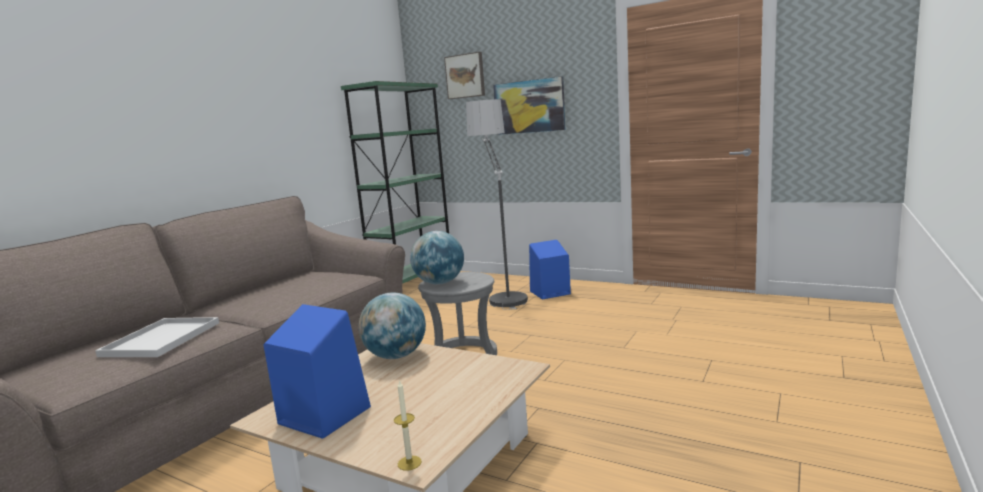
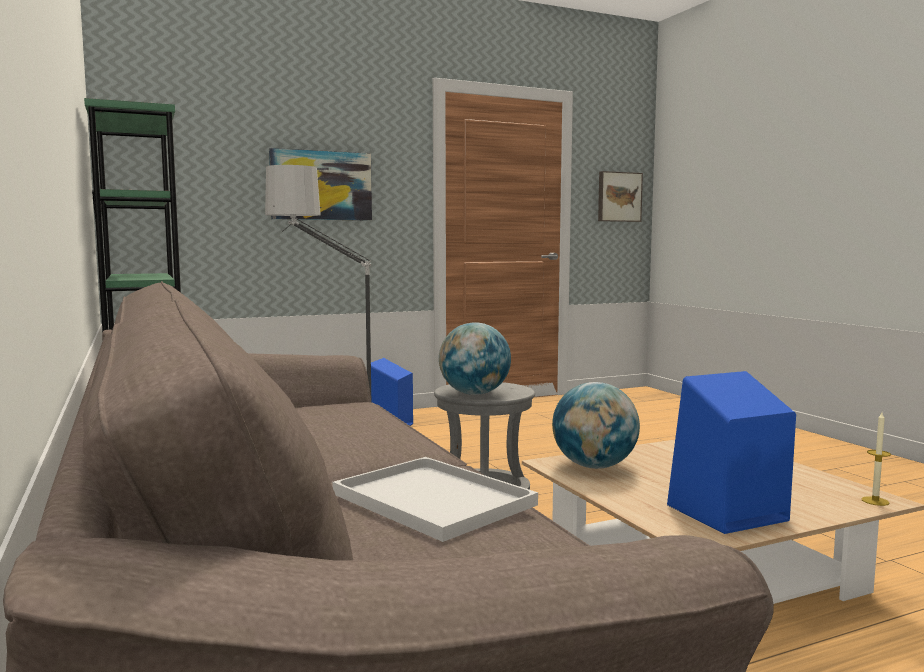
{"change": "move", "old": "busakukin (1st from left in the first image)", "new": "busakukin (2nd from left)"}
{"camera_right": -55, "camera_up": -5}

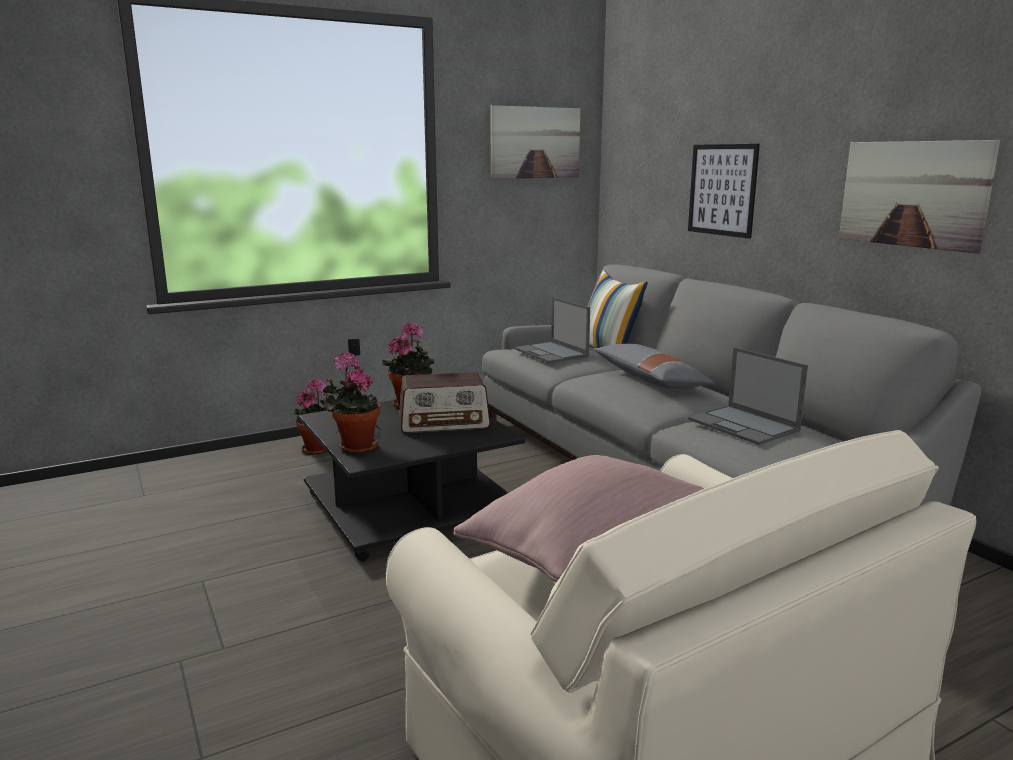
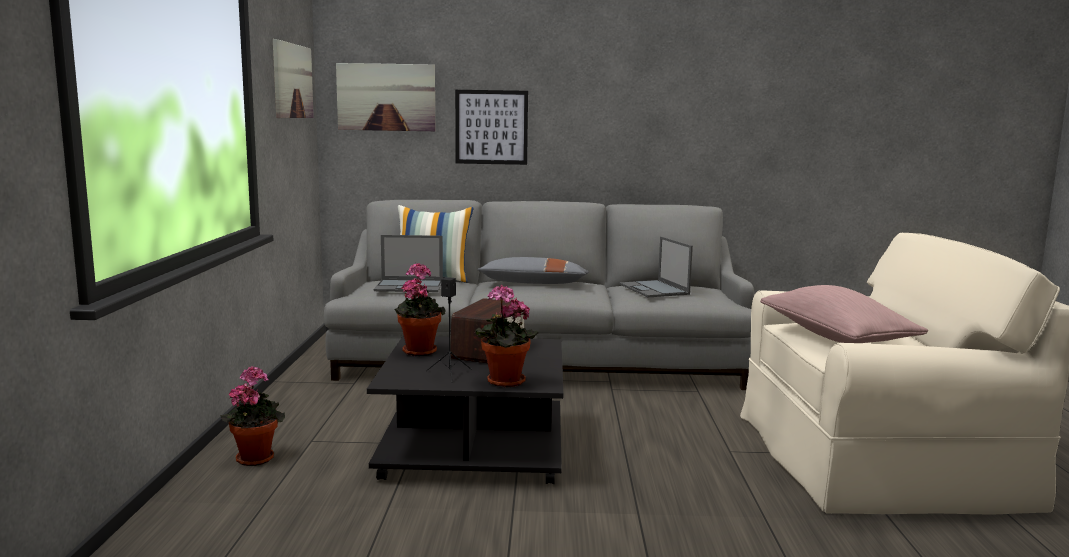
{"change": "rotate", "old": "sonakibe (2nd from left)", "degrees": 75}
{"change": "move", "old": "busakukin (3rd from left in the first image)", "new": "busakukin (2nd from left)"}
{"camera_right": -60, "camera_up": -5}

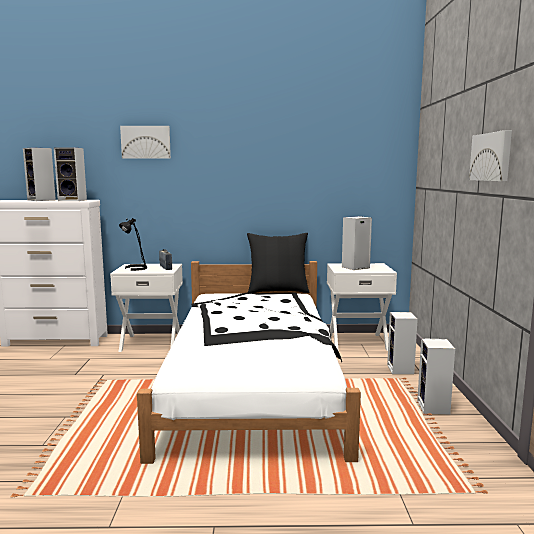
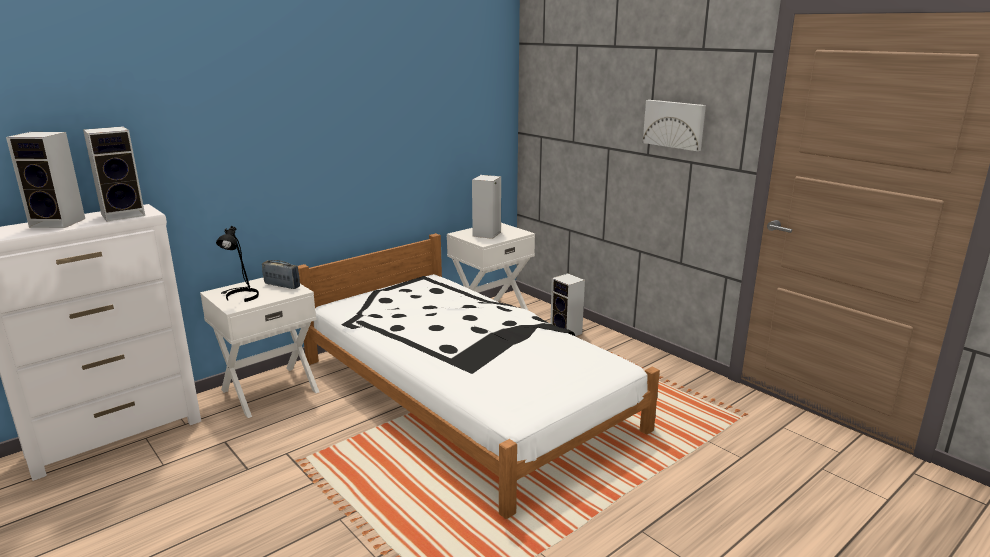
{"change": "delete", "old": "busakukin (1st from left)"}
{"change": "delete", "old": "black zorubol"}
{"change": "delete", "old": "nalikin (5th from left)"}
{"camera_right": -40, "camera_up": 10}

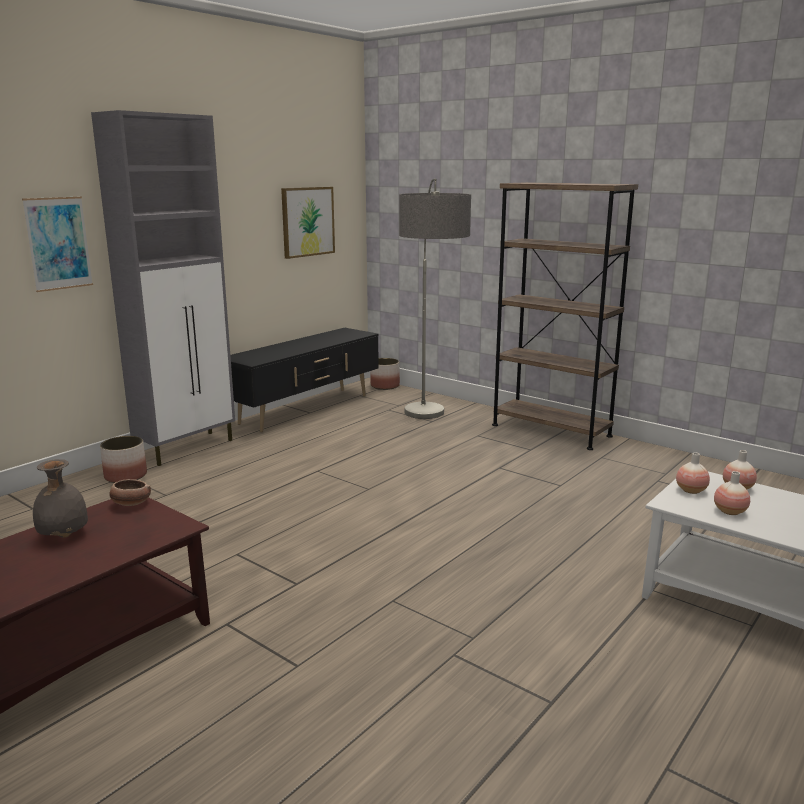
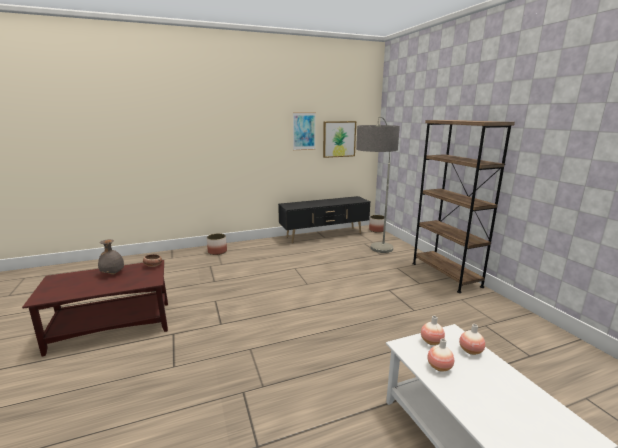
{"change": "move", "old": "busakukin (1st from left)"}
{"change": "delete", "old": "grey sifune"}
{"camera_right": 30, "camera_up": 0}

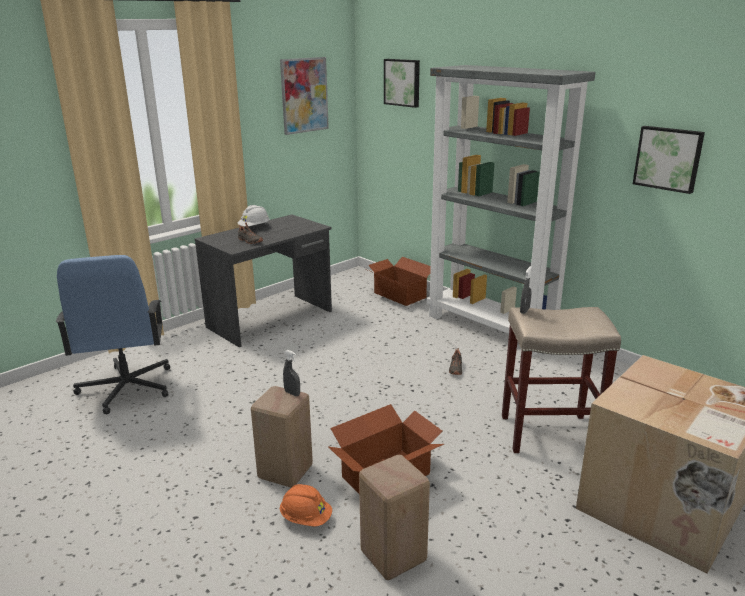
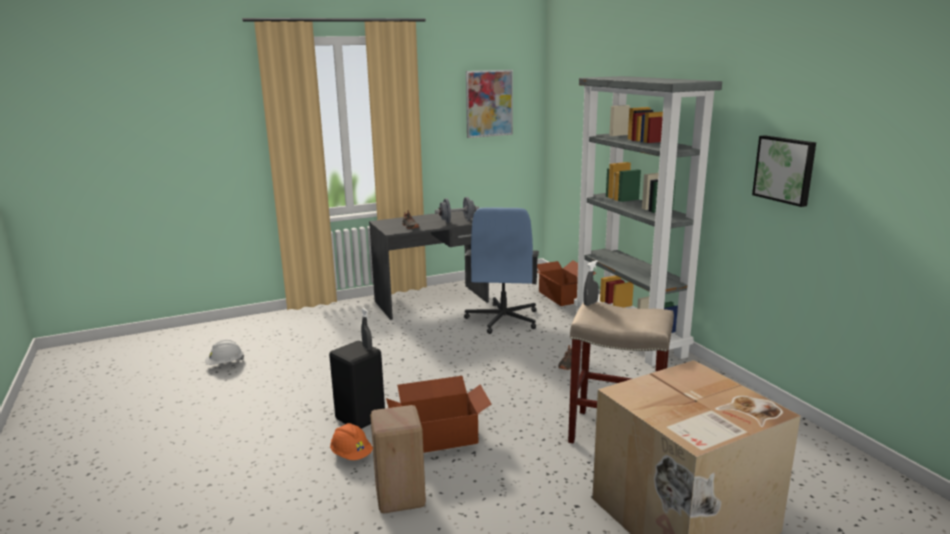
{"change": "move", "old": "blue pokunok"}
{"change": "move", "old": "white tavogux"}
{"change": "recolor", "old": "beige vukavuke (1st from left)", "new": "black vukavuke"}
{"change": "delete", "old": "busakukin (2nd from left)"}
{"change": "insert", "new": "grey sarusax"}
{"camera_right": 20, "camera_up": -5}

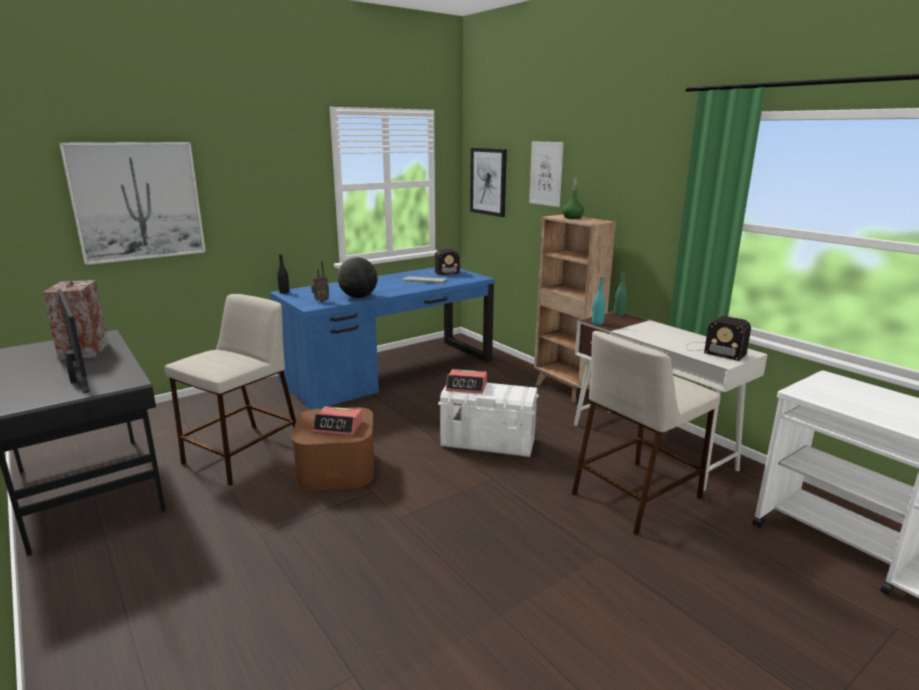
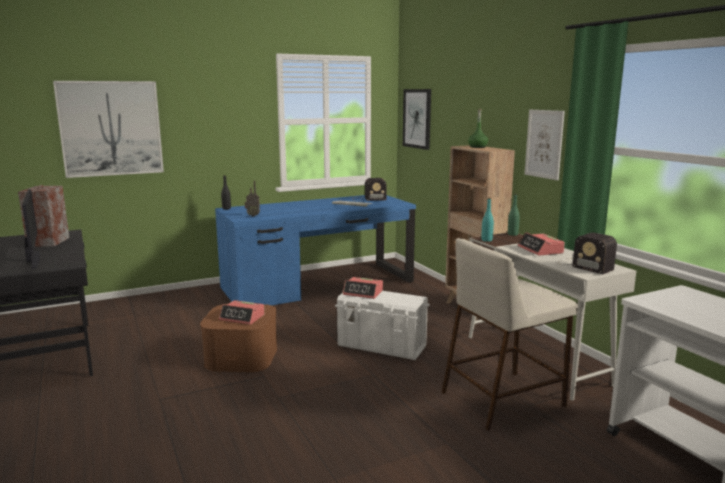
{"change": "delete", "old": "beige vukavuke (1st from left)"}
{"change": "delete", "old": "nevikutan"}
{"change": "move", "old": "busakukin (3rd from left)"}
{"change": "insert", "new": "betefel (3rd from left)"}
{"camera_right": 10, "camera_up": -5}

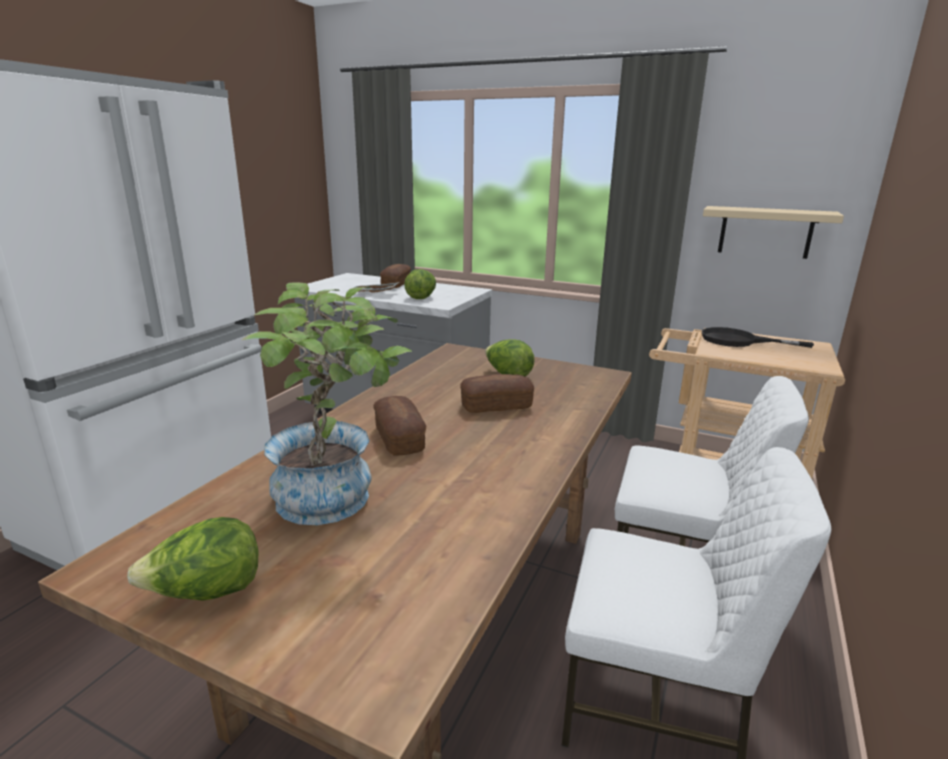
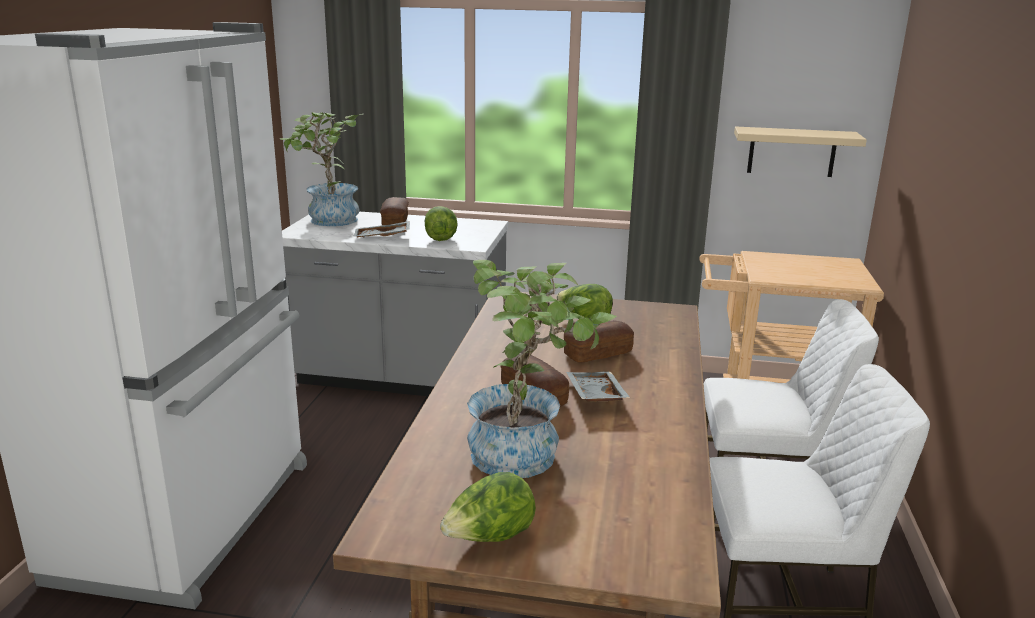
{"change": "delete", "old": "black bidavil"}
{"change": "insert", "new": "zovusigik (1st from left)"}
{"change": "insert", "new": "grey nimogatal (2nd from left)"}
{"camera_right": -15, "camera_up": 0}

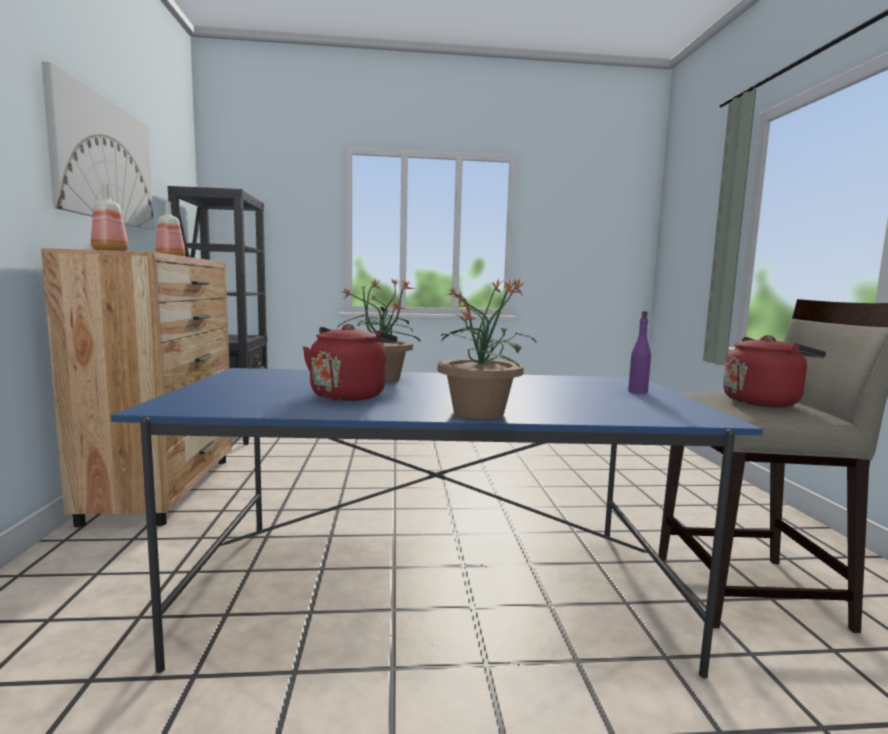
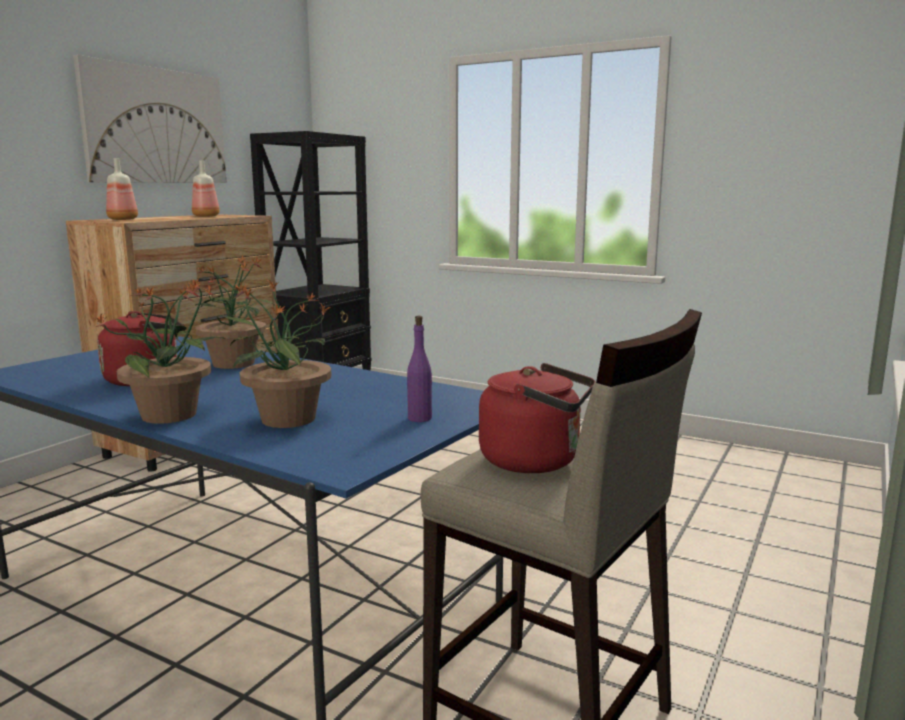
{"change": "insert", "new": "zovusigik (3rd from left)"}
{"camera_right": 35, "camera_up": 5}

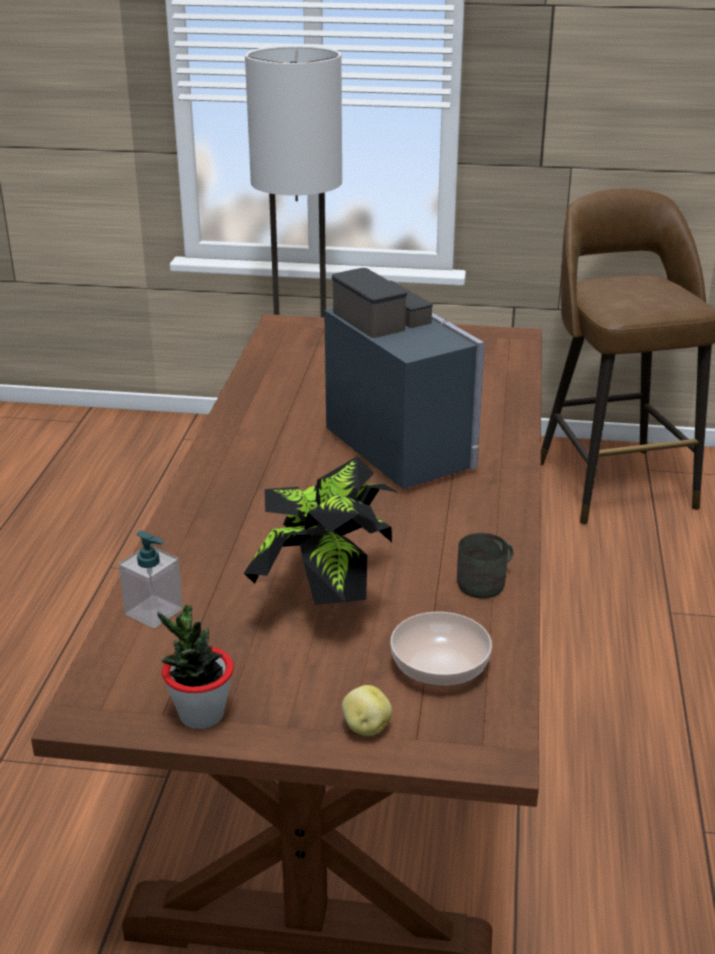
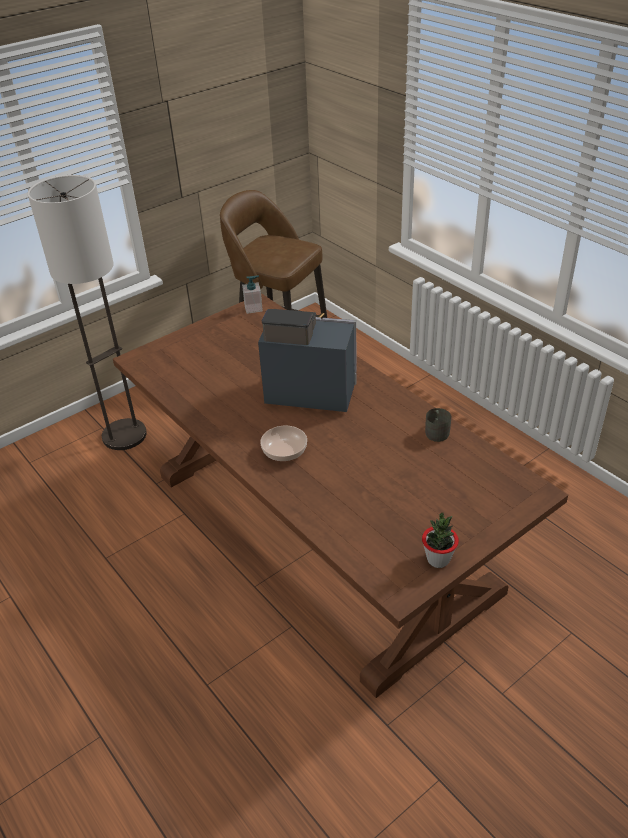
{"change": "move", "old": "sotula"}
{"change": "delete", "old": "zovusigik (2nd from left)"}
{"change": "delete", "old": "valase"}
{"change": "move", "old": "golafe"}
{"camera_right": -45, "camera_up": 10}

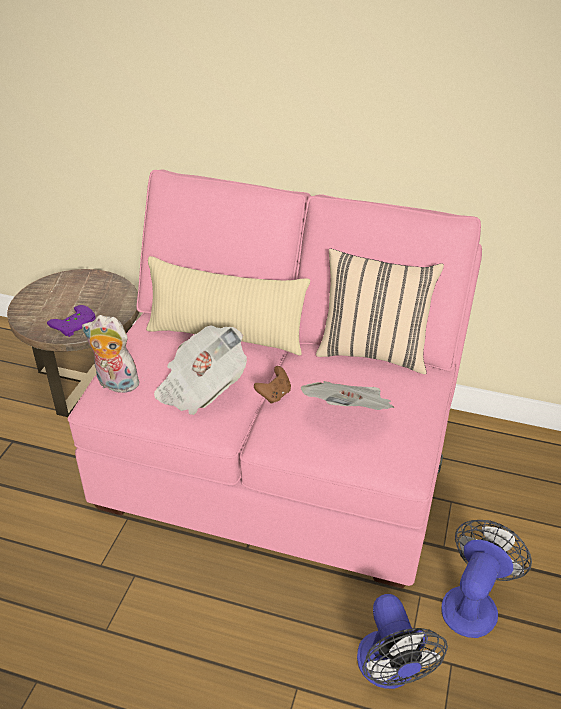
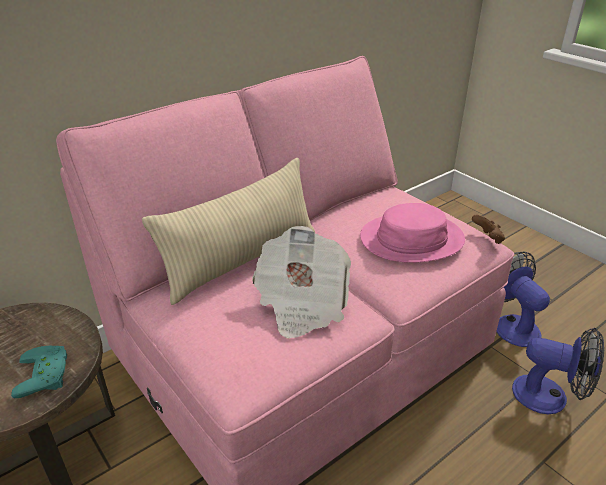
{"change": "recolor", "old": "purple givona", "new": "turquoise givona"}
{"change": "delete", "old": "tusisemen"}
{"change": "move", "old": "brown givona"}
{"change": "replace", "old": "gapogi (2nd from left)", "new": "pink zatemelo"}
{"change": "delete", "old": "beige zorubol (2nd from left)"}
{"camera_right": -55, "camera_up": -5}

